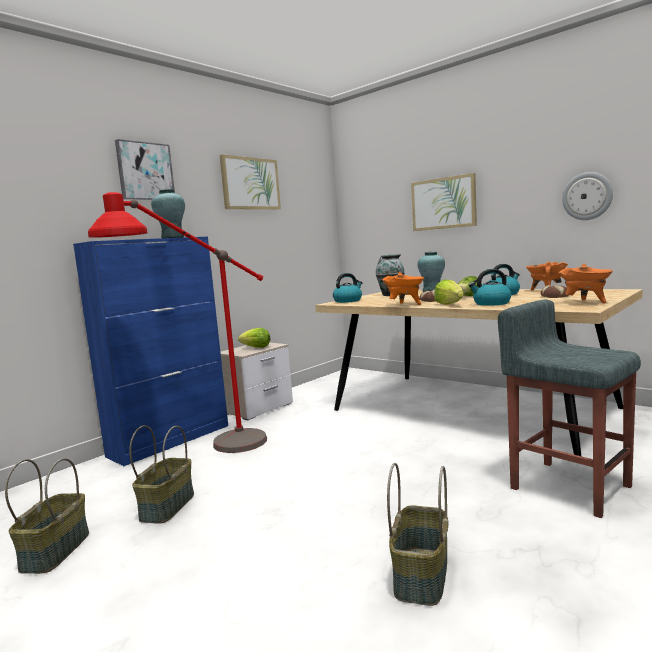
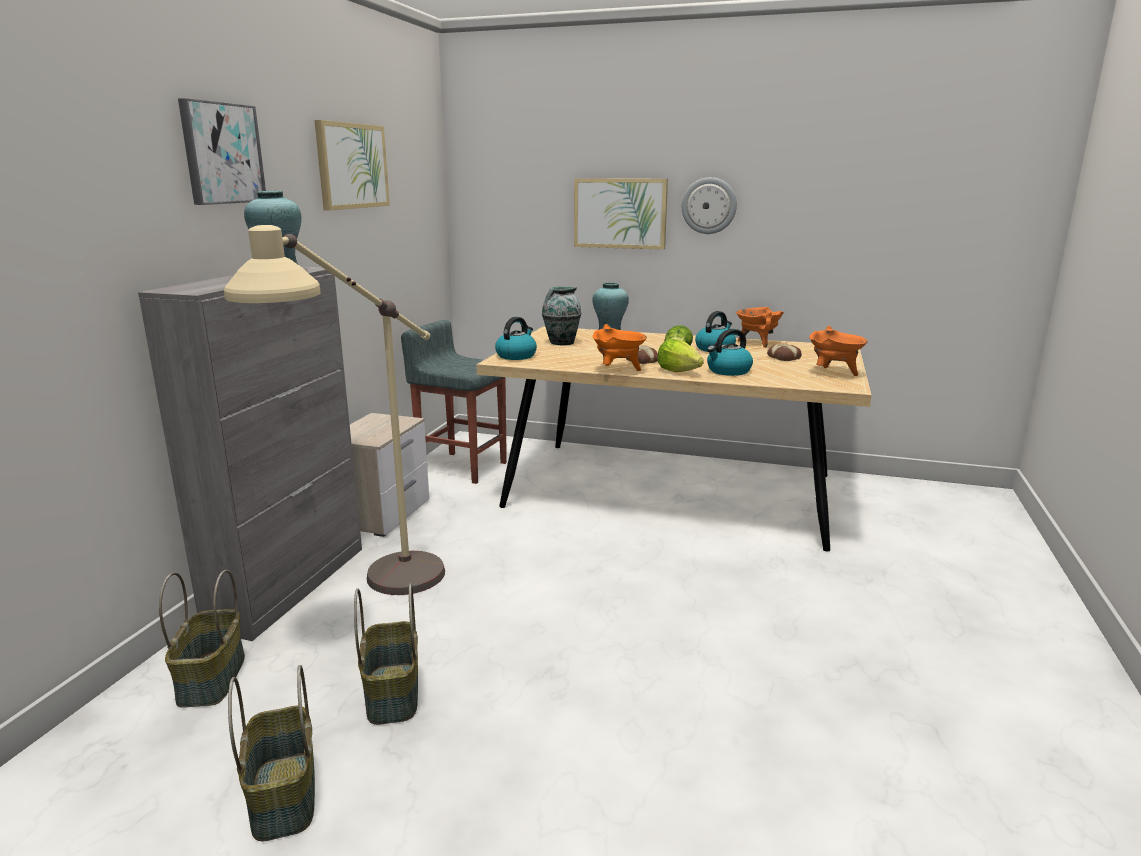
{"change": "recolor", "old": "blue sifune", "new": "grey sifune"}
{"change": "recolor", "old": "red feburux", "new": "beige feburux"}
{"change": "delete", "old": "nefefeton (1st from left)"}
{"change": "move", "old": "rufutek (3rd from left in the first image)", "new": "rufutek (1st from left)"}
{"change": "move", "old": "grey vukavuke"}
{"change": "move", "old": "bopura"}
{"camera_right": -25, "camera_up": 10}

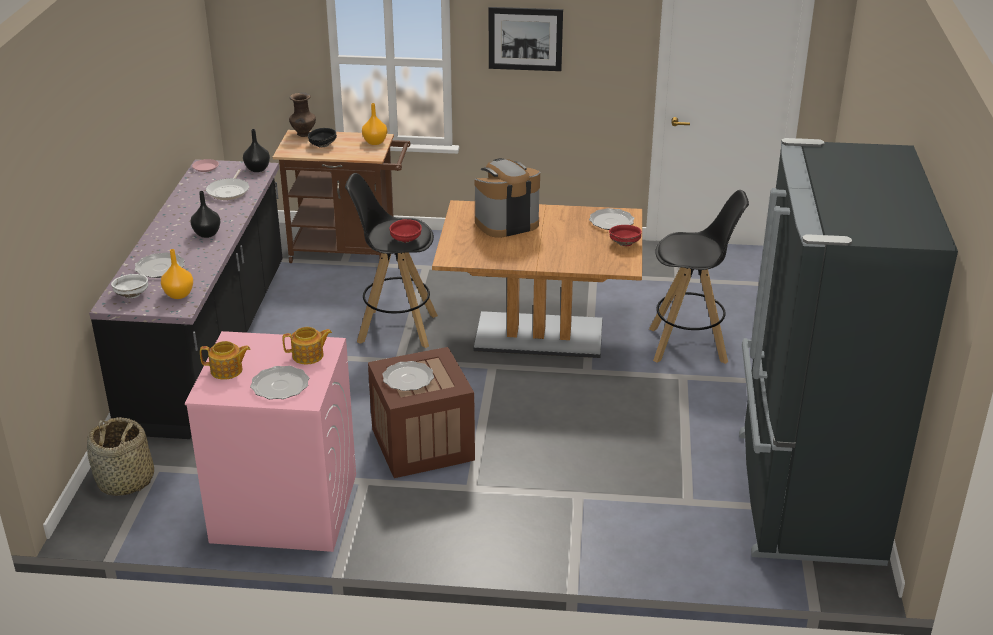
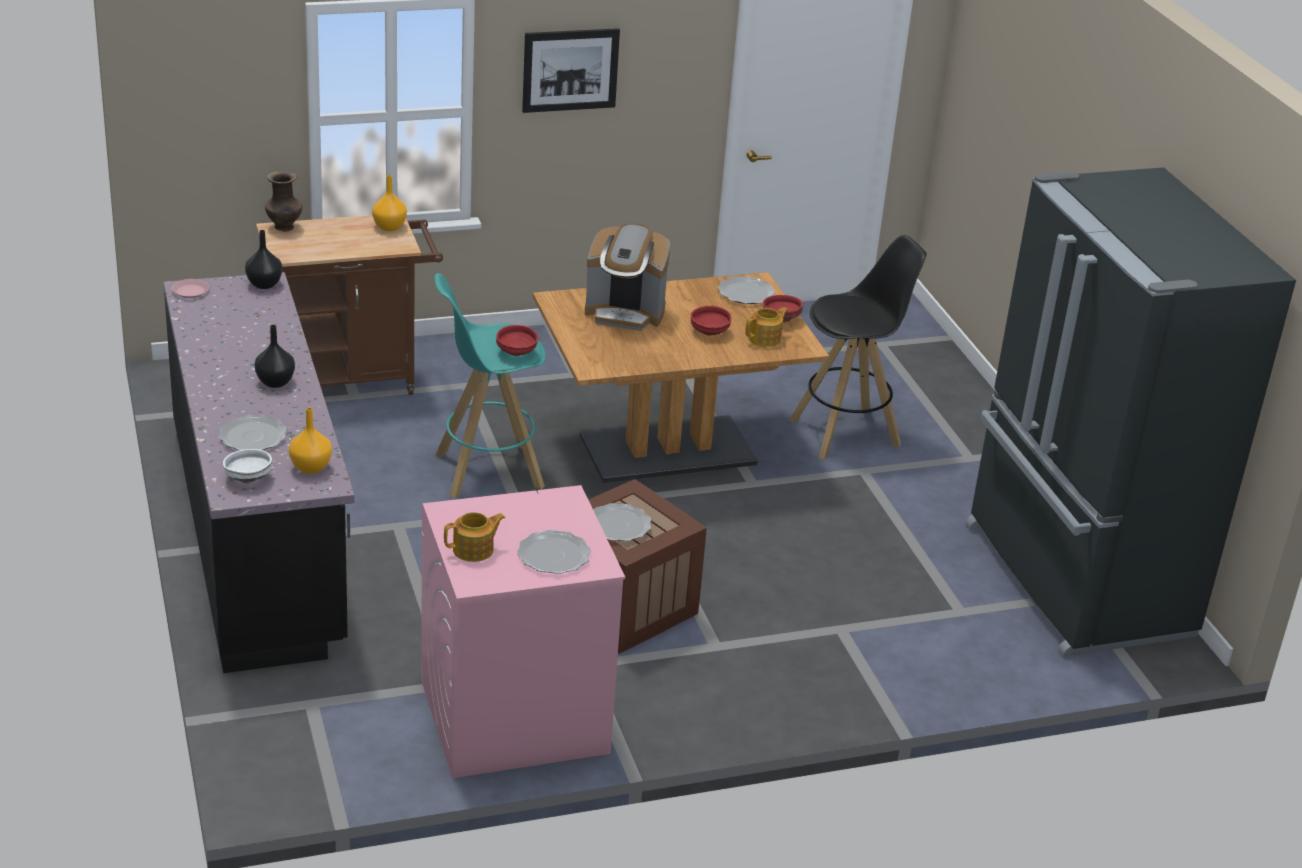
{"change": "delete", "old": "rufutek"}
{"change": "delete", "old": "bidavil"}
{"change": "move", "old": "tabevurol (2nd from left)"}
{"change": "delete", "old": "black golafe"}
{"change": "recolor", "old": "black vukavuke (1st from left)", "new": "turquoise vukavuke"}
{"change": "rotate", "old": "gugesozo", "degrees": -120}
{"change": "insert", "new": "red golafe (2nd from left)"}
{"camera_right": -25, "camera_up": 0}

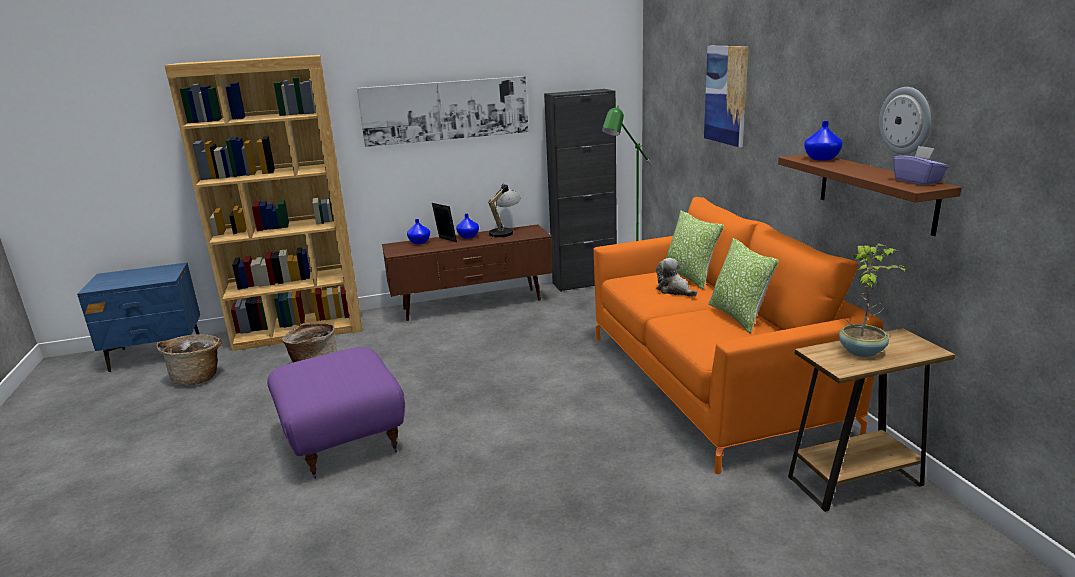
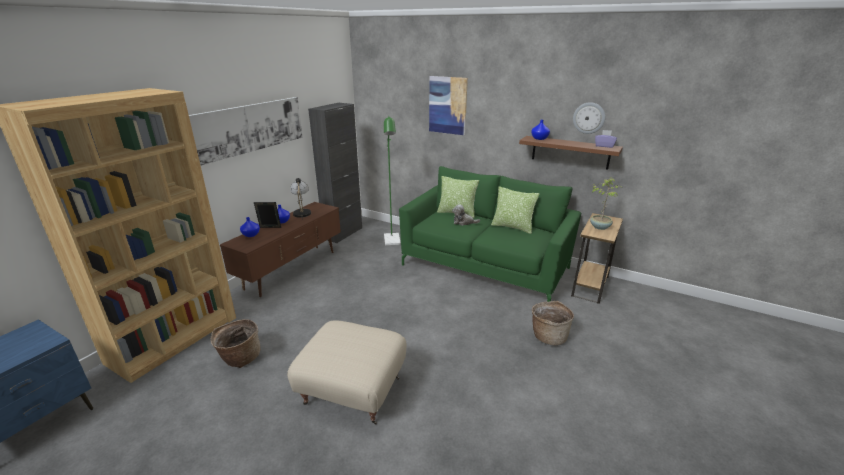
{"change": "move", "old": "rufutek (1st from left in the first image)", "new": "rufutek (2nd from left)"}
{"change": "recolor", "old": "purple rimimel", "new": "beige rimimel"}
{"change": "recolor", "old": "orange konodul", "new": "green konodul"}
{"camera_right": -45, "camera_up": 5}

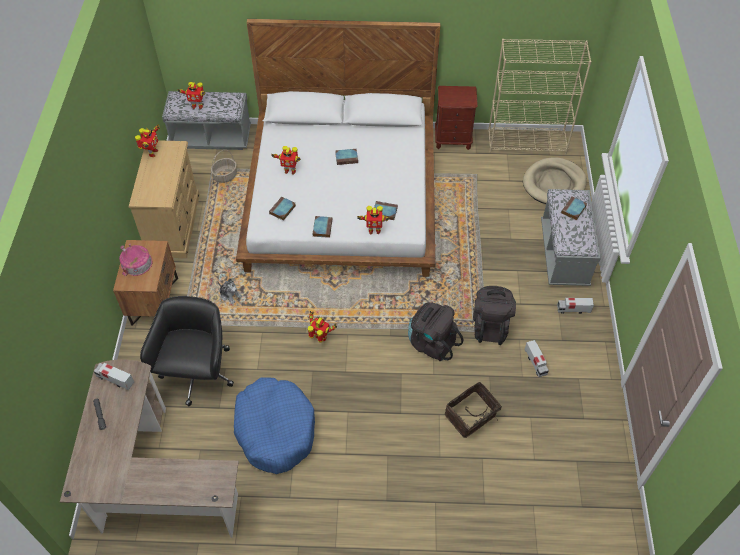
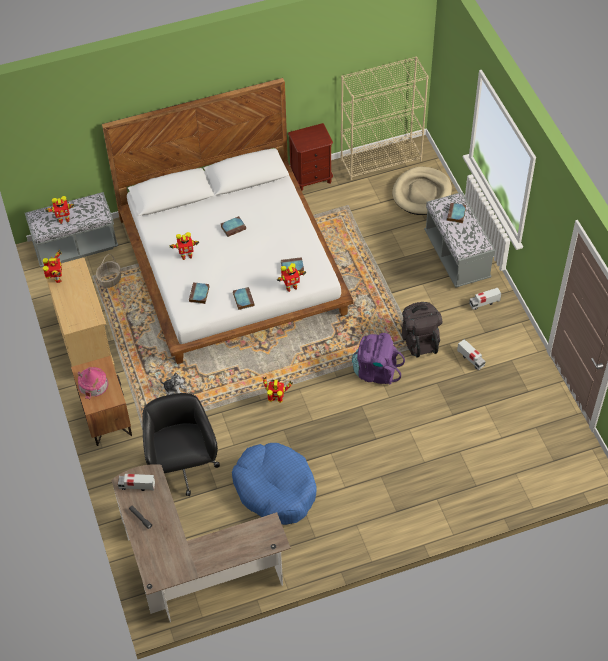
{"change": "recolor", "old": "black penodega (1st from left)", "new": "purple penodega"}
{"change": "delete", "old": "rufutek (2nd from left)"}
{"camera_right": -20, "camera_up": 0}

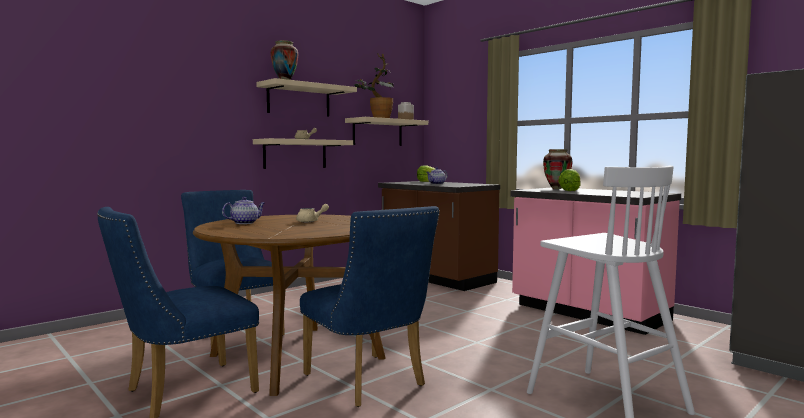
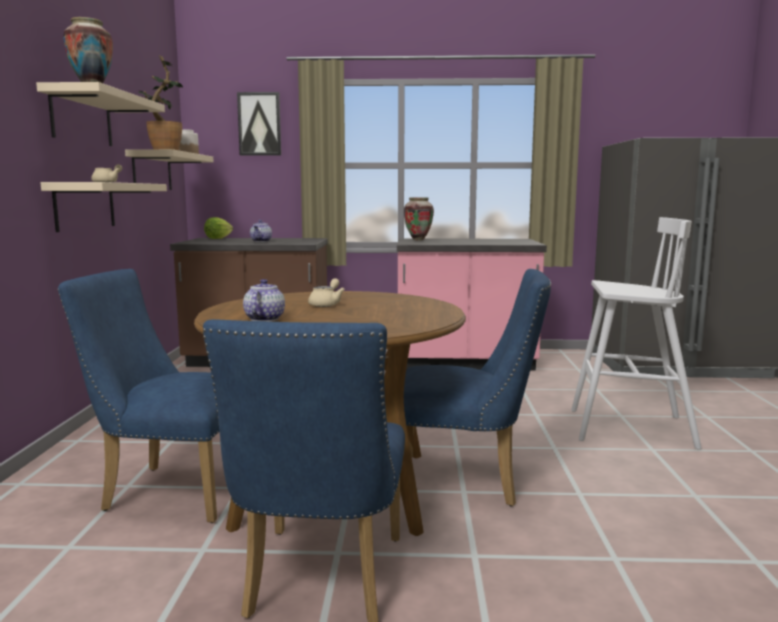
{"change": "delete", "old": "nefefeton (2nd from left)"}
{"change": "insert", "new": "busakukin"}
{"camera_right": -45, "camera_up": 5}

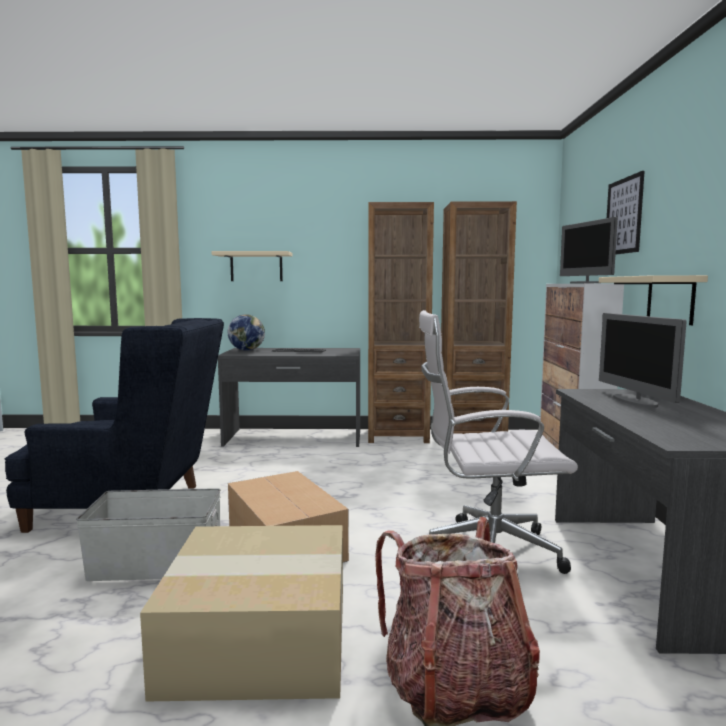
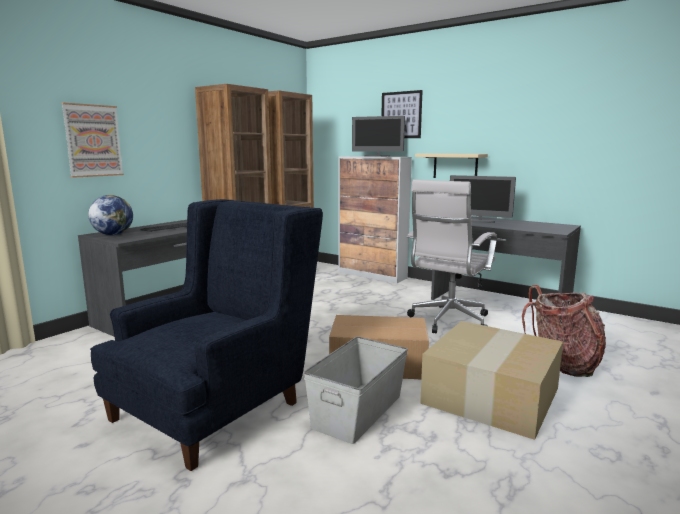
{"change": "replace", "old": "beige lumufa (1st from left)", "new": "busakukin (1st from left)"}
{"camera_right": -55, "camera_up": 5}

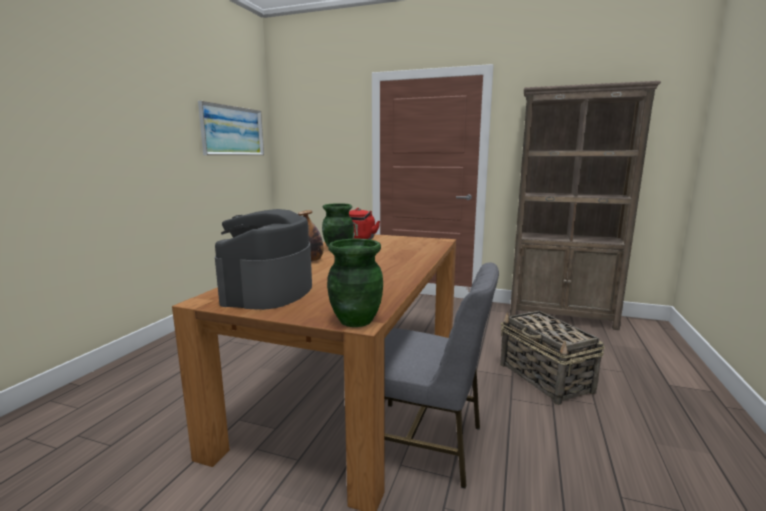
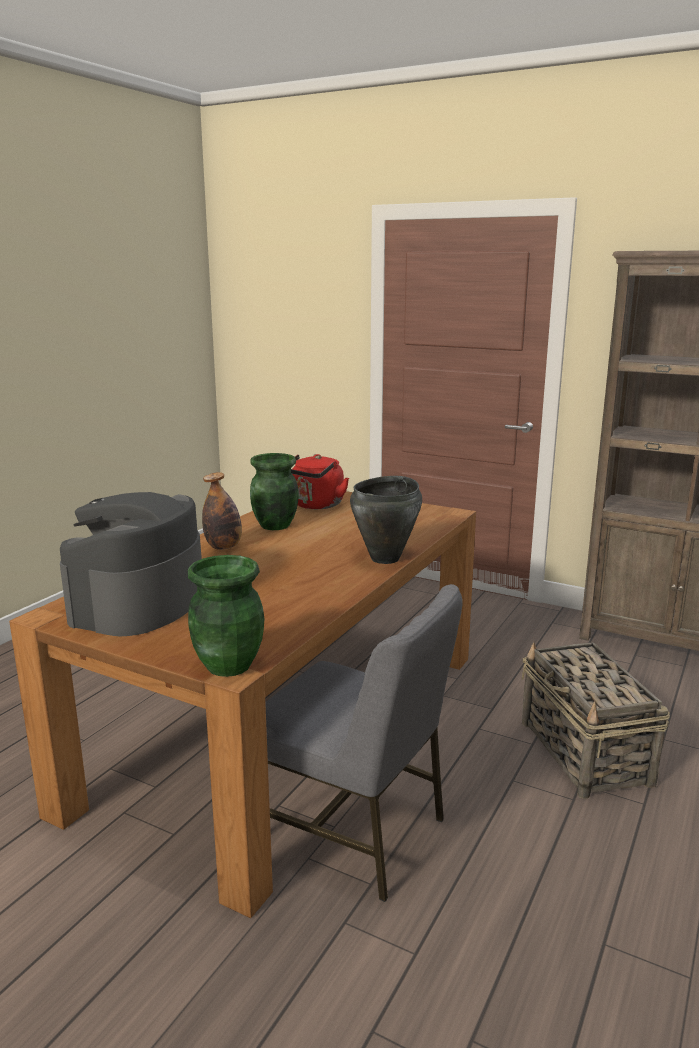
{"change": "delete", "old": "busakukin"}
{"change": "insert", "new": "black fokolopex"}
{"camera_right": 10, "camera_up": 5}

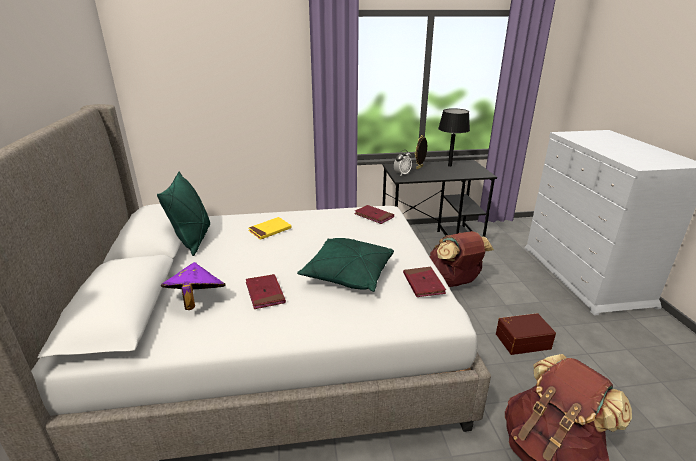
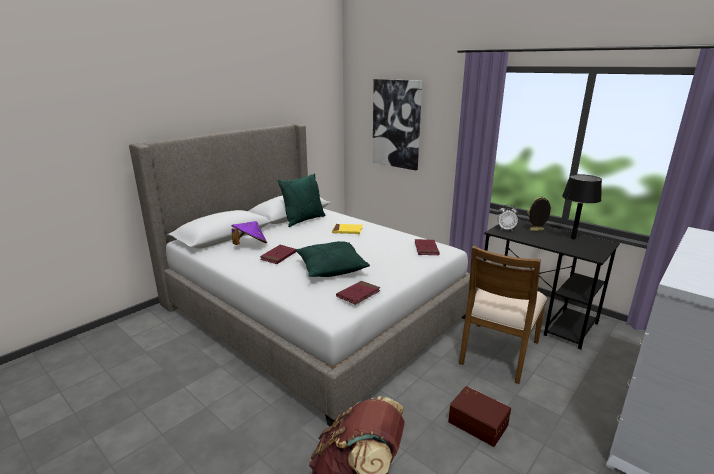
{"change": "replace", "old": "brown penodega (1st from left)", "new": "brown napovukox"}
{"change": "insert", "new": "busakukin"}
{"camera_right": 50, "camera_up": -5}

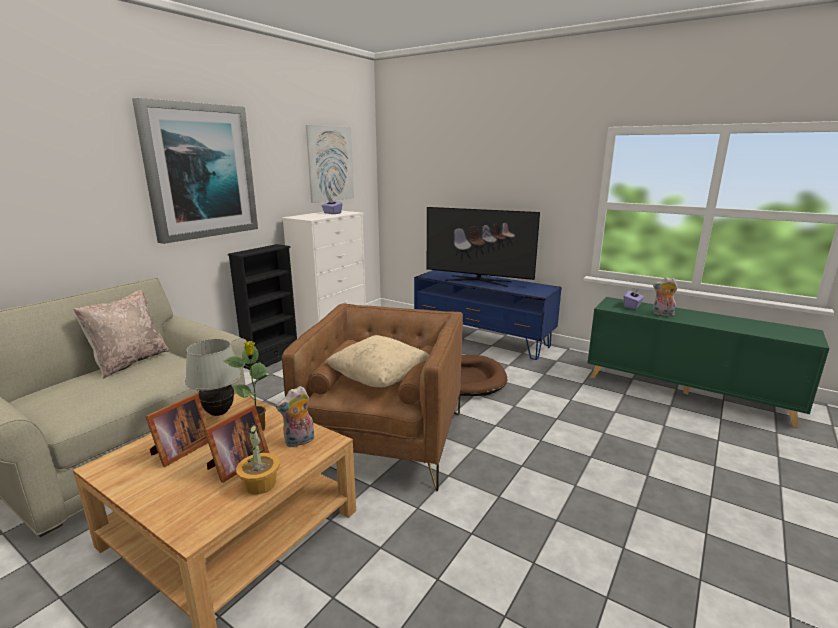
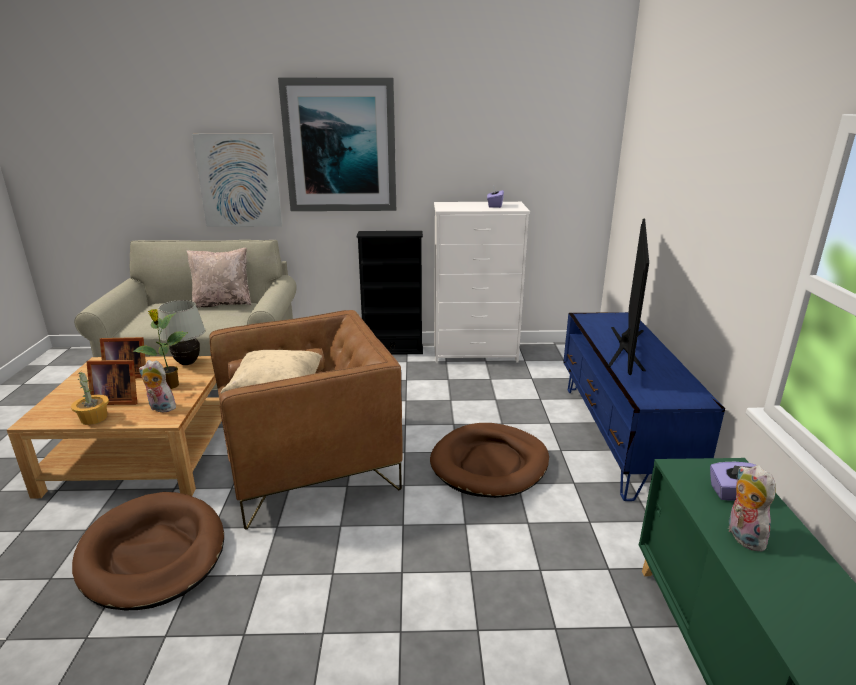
{"change": "move", "old": "busakukin (2nd from left in the first image)", "new": "busakukin (1st from left)"}
{"change": "rotate", "old": "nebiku", "degrees": -150}
{"change": "insert", "new": "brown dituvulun (1st from left)"}
{"camera_right": 55, "camera_up": 5}

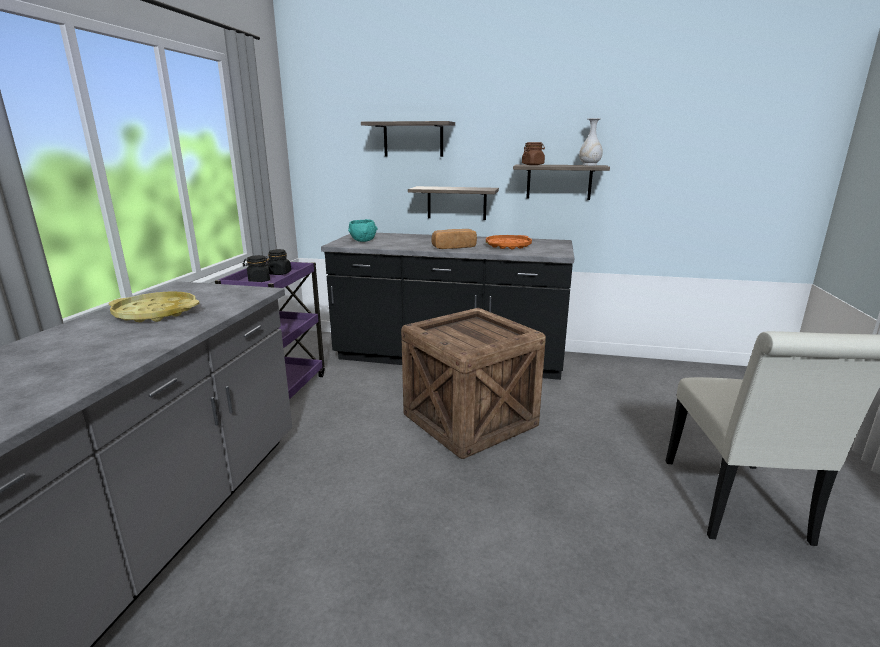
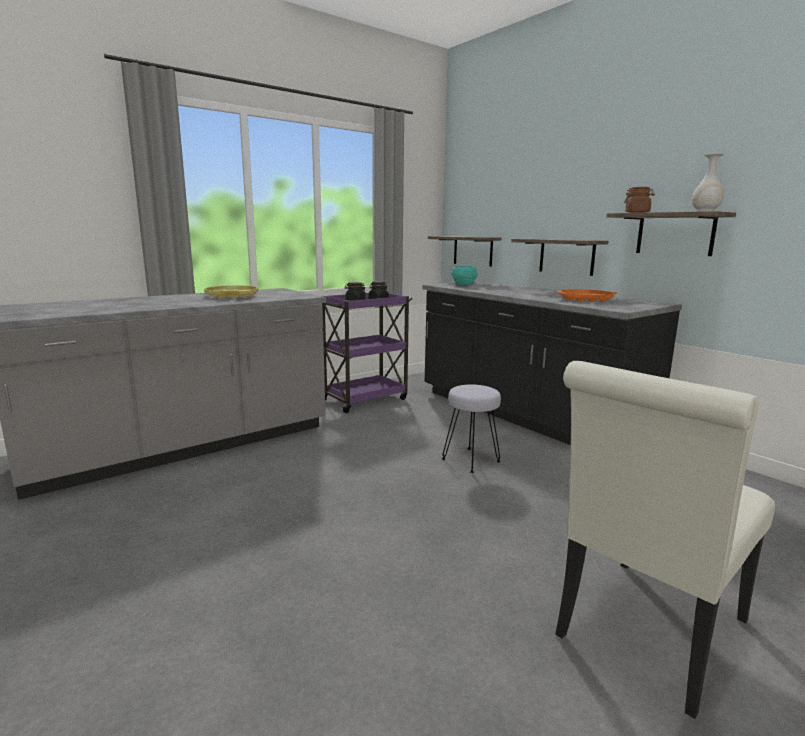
{"change": "move", "old": "lumufa (1st from left)"}
{"change": "replace", "old": "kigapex", "new": "grey vukavuke"}
{"change": "delete", "old": "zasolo"}
{"camera_right": 40, "camera_up": -5}

